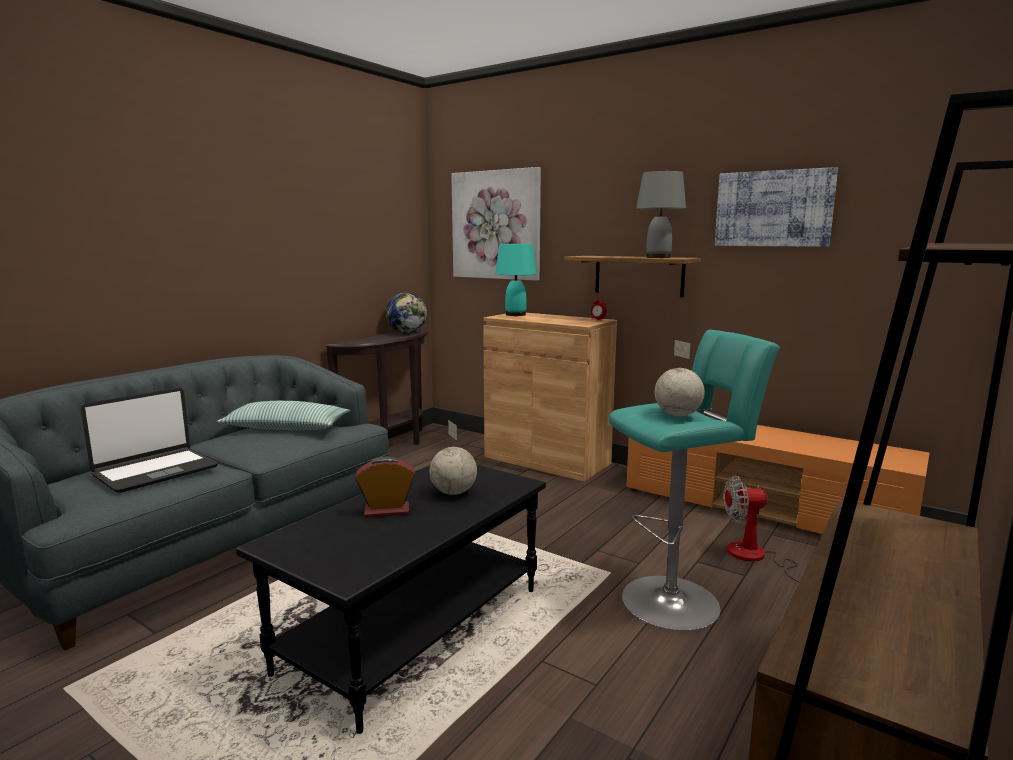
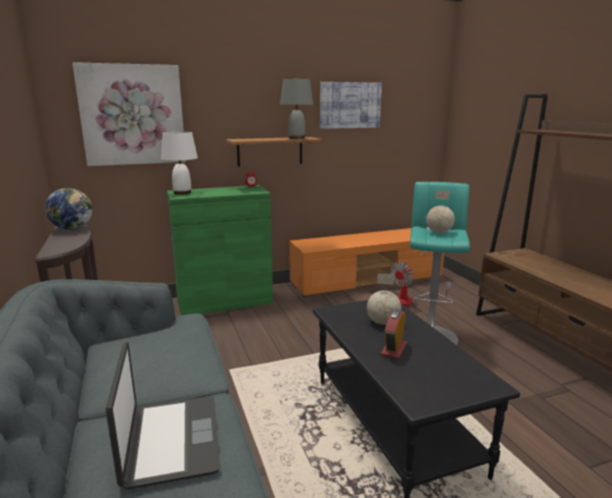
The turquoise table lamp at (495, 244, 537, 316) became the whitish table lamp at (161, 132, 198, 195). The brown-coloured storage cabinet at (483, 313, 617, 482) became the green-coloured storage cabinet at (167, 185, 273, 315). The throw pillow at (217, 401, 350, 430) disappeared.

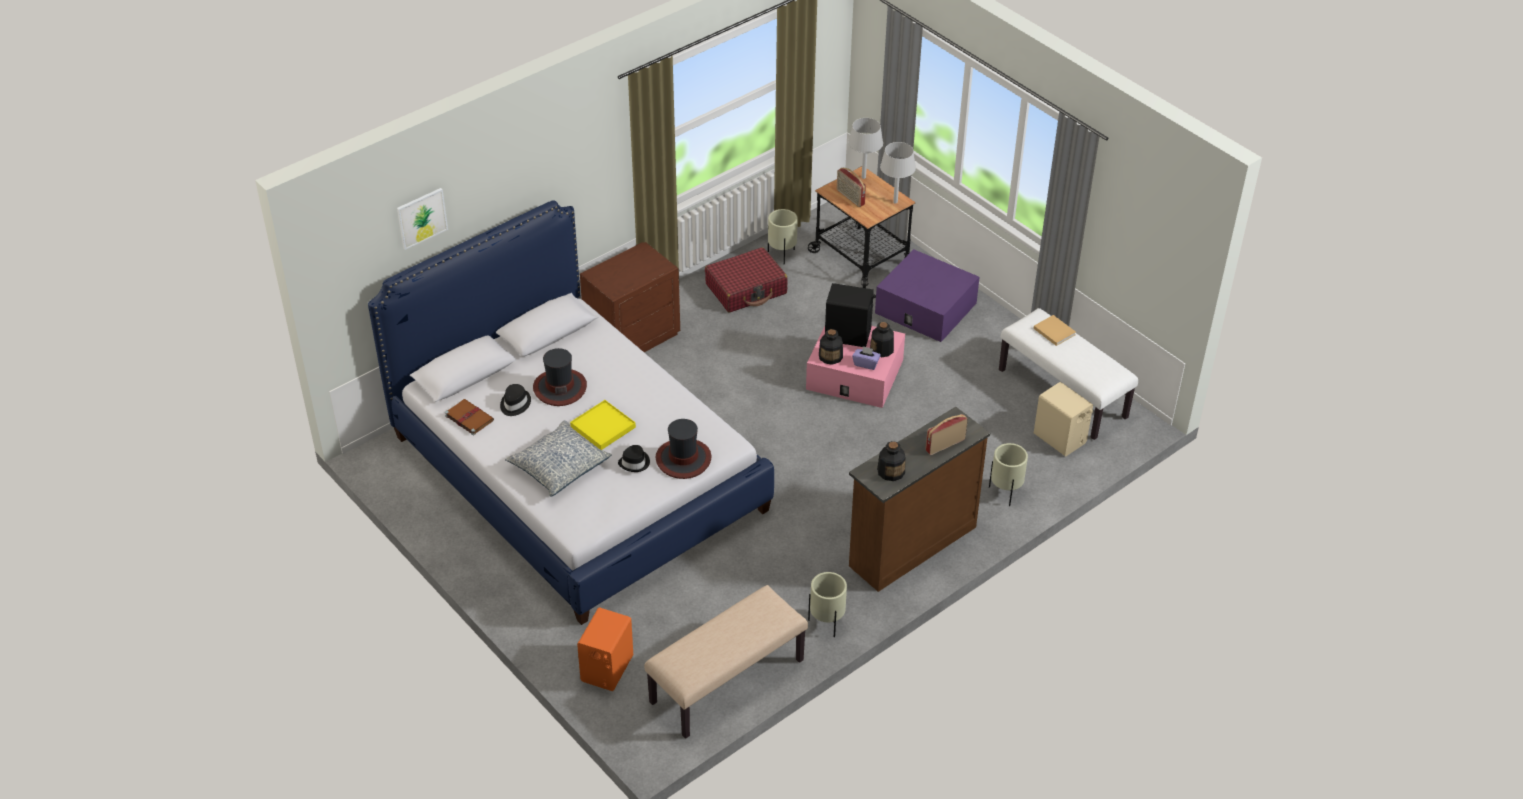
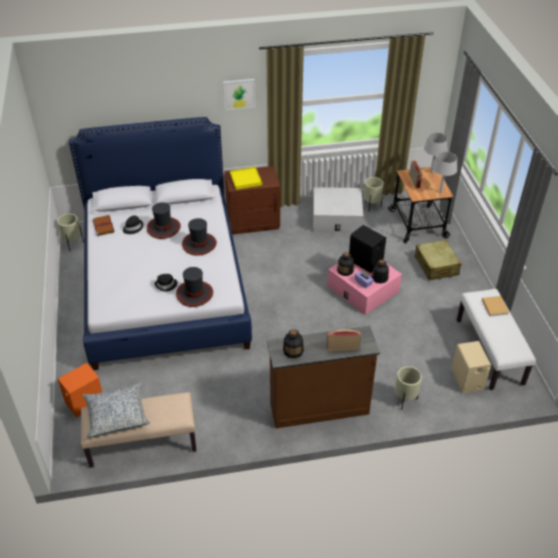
The wall art moved from (397, 188, 448, 250) to (223, 79, 255, 110). The reddish travel case at (705, 247, 787, 312) was replaced by the whitish storage container at (313, 187, 363, 233). The purplish storage container at (875, 249, 979, 342) was replaced by the beige travel case at (415, 240, 462, 280). The yellowish serving tray moved from (570, 400, 636, 450) to (230, 167, 262, 190). The throw pillow moved from (505, 420, 612, 497) to (83, 382, 150, 438). The beige flower pot moved from (808, 572, 847, 637) to (57, 214, 84, 251). The wearable hat at (182, 218, 217, 256) appeared.

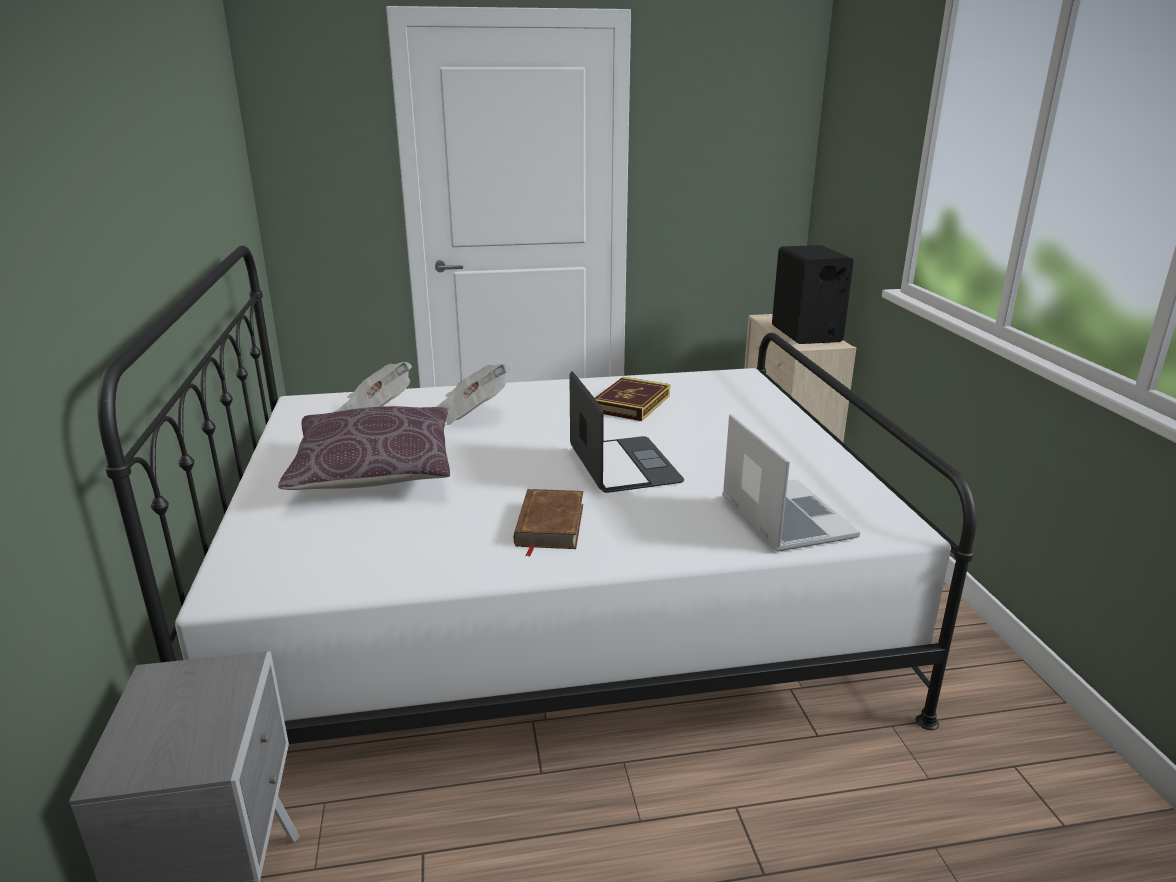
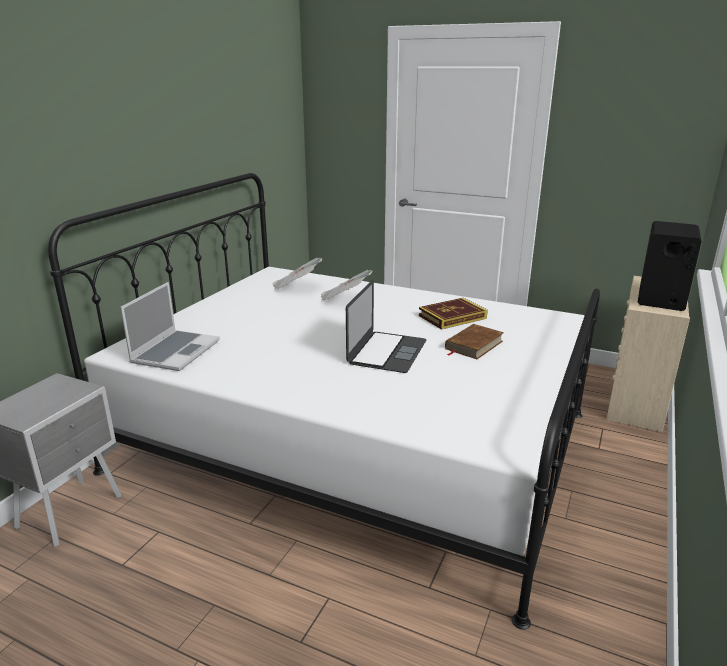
The brown-coloured throw pillow at (278, 406, 450, 490) disappeared. The portable computer moved from (722, 414, 860, 552) to (120, 282, 220, 371). The brown-coloured bound book moved from (514, 489, 583, 557) to (445, 324, 504, 359).

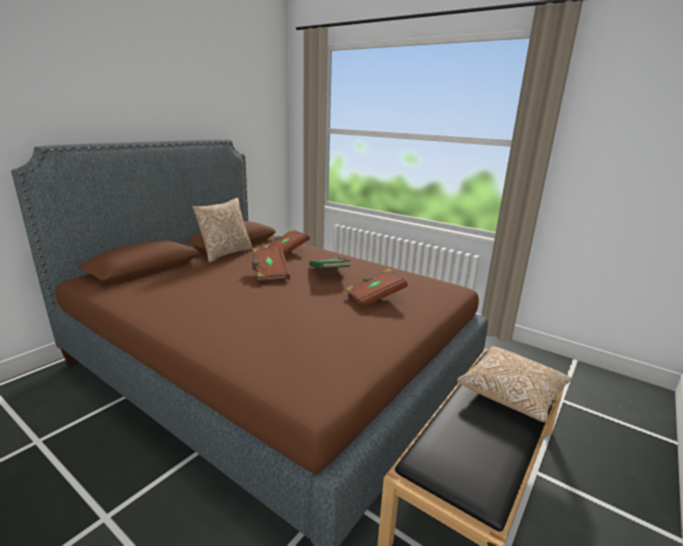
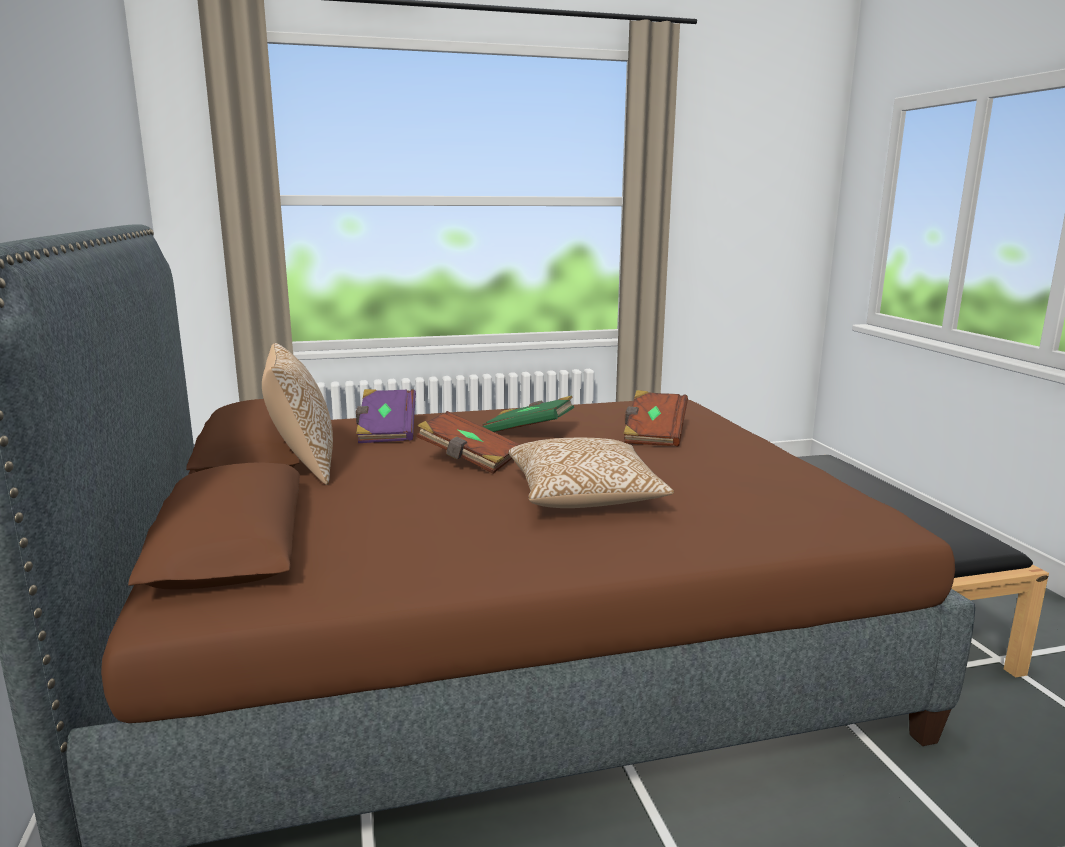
The brown-coloured bound book at (263, 229, 310, 255) became the purplish bound book at (356, 389, 416, 443). The throw pillow moved from (457, 346, 572, 422) to (509, 438, 674, 508).

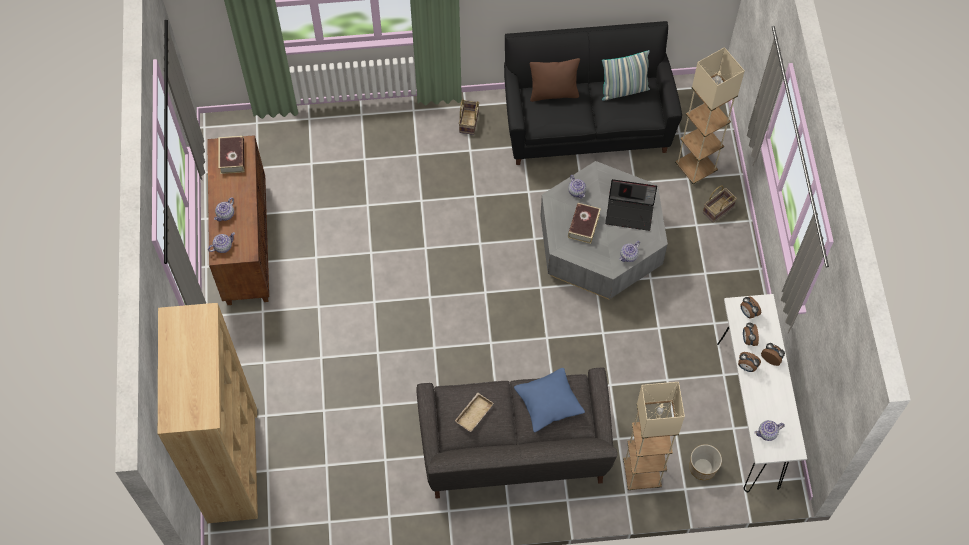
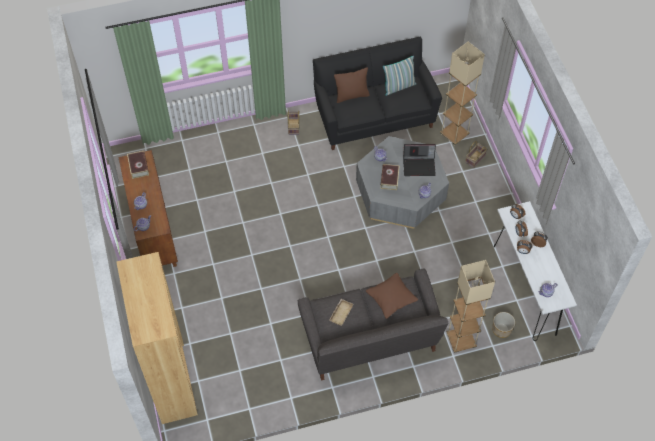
The blue throw pillow at (514, 368, 585, 432) became the brown-coloured throw pillow at (366, 273, 418, 319).

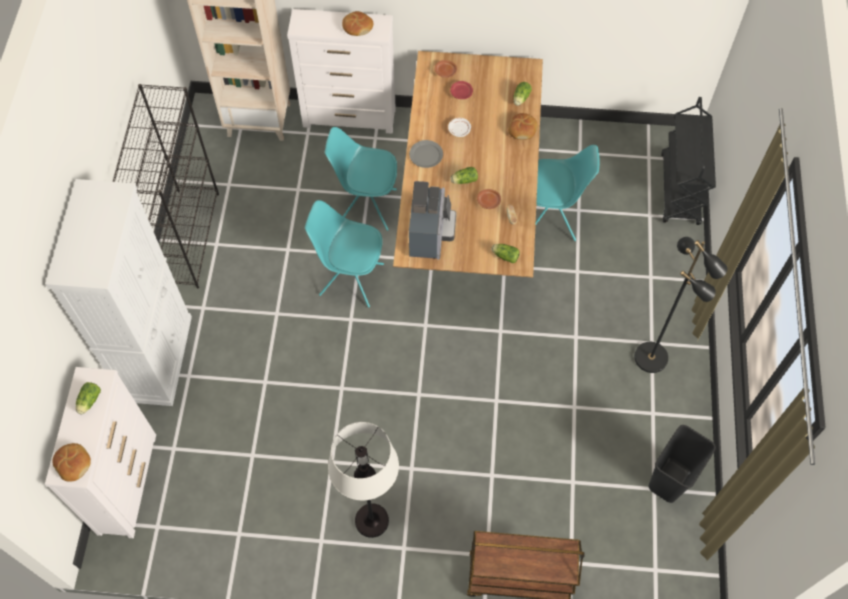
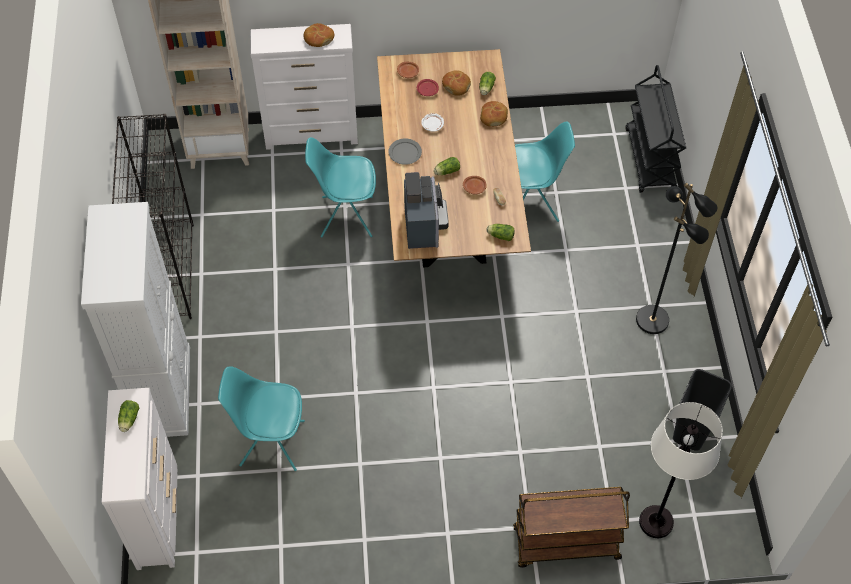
The turquoise upright chair moved from (305, 200, 384, 308) to (218, 366, 305, 471). The whitish standing lamp moved from (328, 422, 399, 538) to (639, 402, 723, 538). The bread moved from (52, 443, 91, 482) to (442, 70, 471, 96).

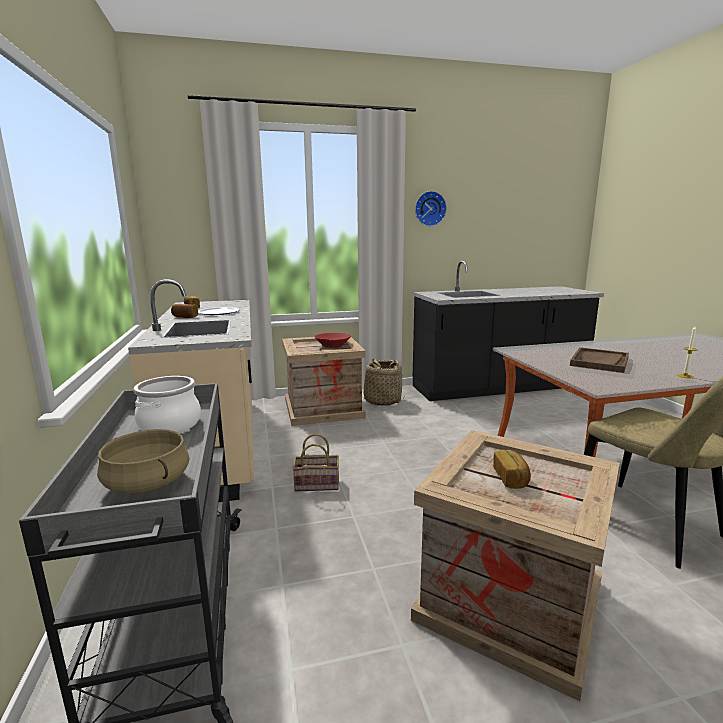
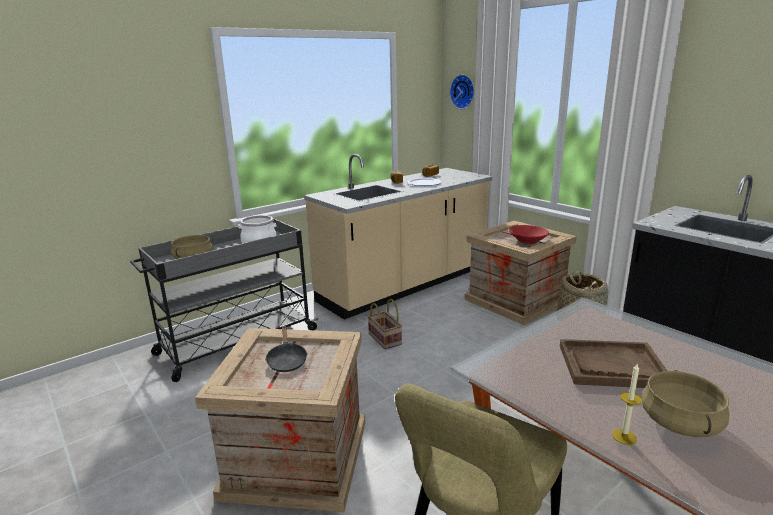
The clock on the wall moved from (415, 191, 447, 226) to (450, 74, 474, 109). The bread at (493, 450, 531, 489) was replaced by the black frying pan at (265, 326, 308, 372). The beige saucepot at (641, 370, 730, 437) appeared.

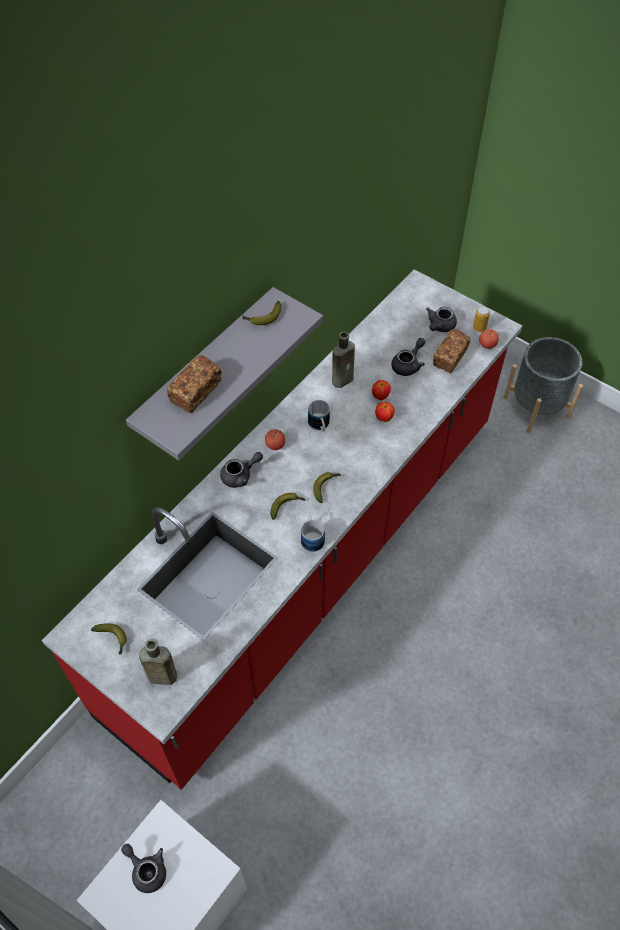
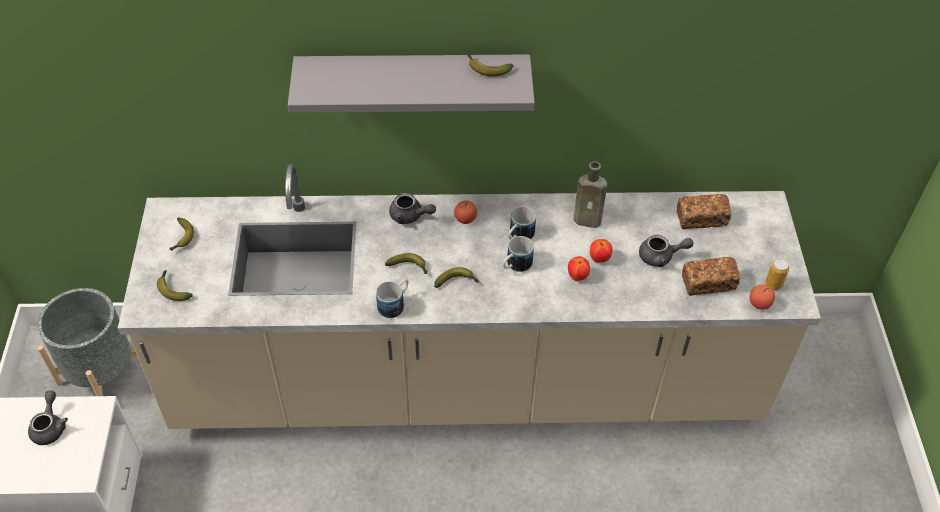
The reddish counter at (42, 269, 522, 790) became the beige counter at (118, 163, 821, 429). The greyish pot for tea at (426, 307, 457, 332) disappeared. The greyish flower pot moved from (504, 337, 583, 433) to (37, 288, 137, 396). The bread moved from (167, 355, 222, 413) to (677, 194, 731, 229). The brown-coloured beverage bottle at (139, 639, 177, 685) was replaced by the whole banana at (157, 270, 193, 301). The coffee mug at (503, 236, 534, 272) appeared.

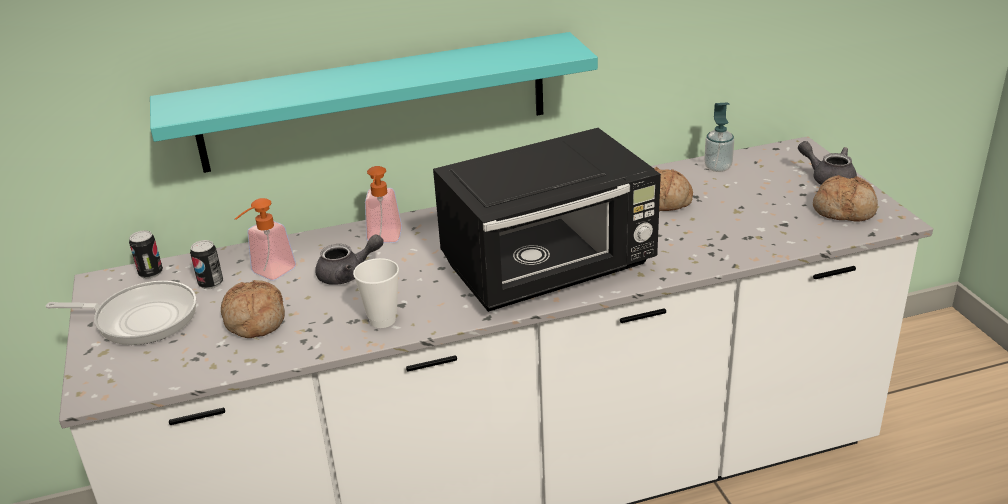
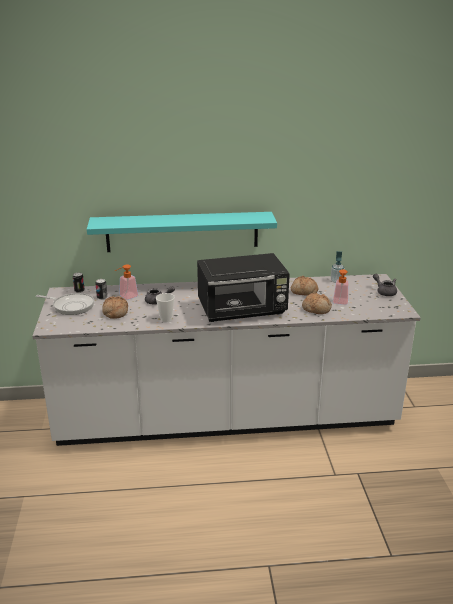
The soap bottle moved from (365, 166, 402, 243) to (333, 269, 349, 305). The bread moved from (813, 175, 878, 222) to (302, 293, 332, 314).

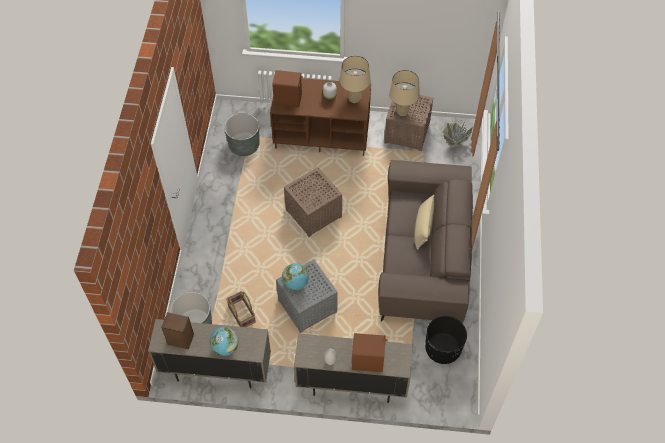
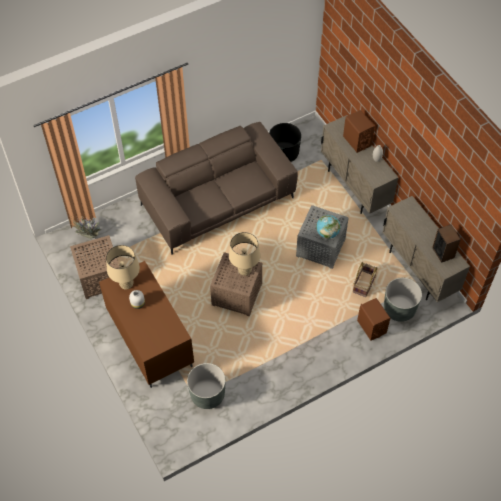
The brown-coloured loudspeaker moved from (272, 70, 303, 107) to (357, 298, 390, 341). The beige table lamp moved from (389, 70, 420, 116) to (229, 232, 260, 276). The beige throw pillow at (415, 195, 435, 250) disappeared. The globe at (210, 327, 239, 356) disappeared.

